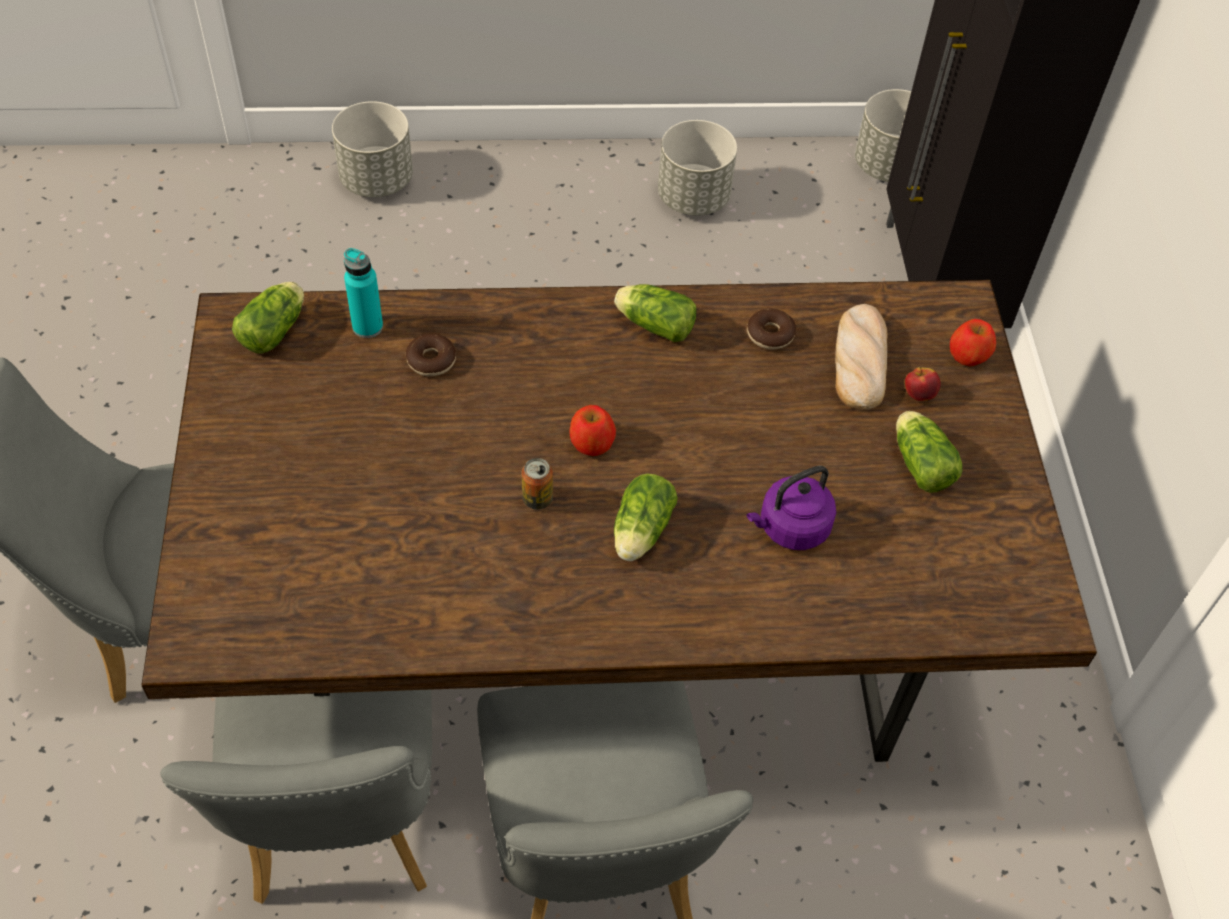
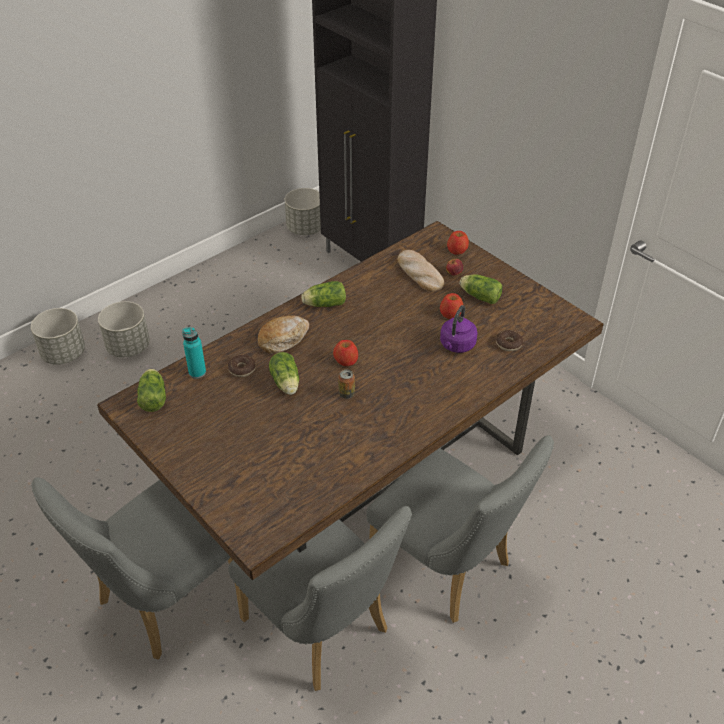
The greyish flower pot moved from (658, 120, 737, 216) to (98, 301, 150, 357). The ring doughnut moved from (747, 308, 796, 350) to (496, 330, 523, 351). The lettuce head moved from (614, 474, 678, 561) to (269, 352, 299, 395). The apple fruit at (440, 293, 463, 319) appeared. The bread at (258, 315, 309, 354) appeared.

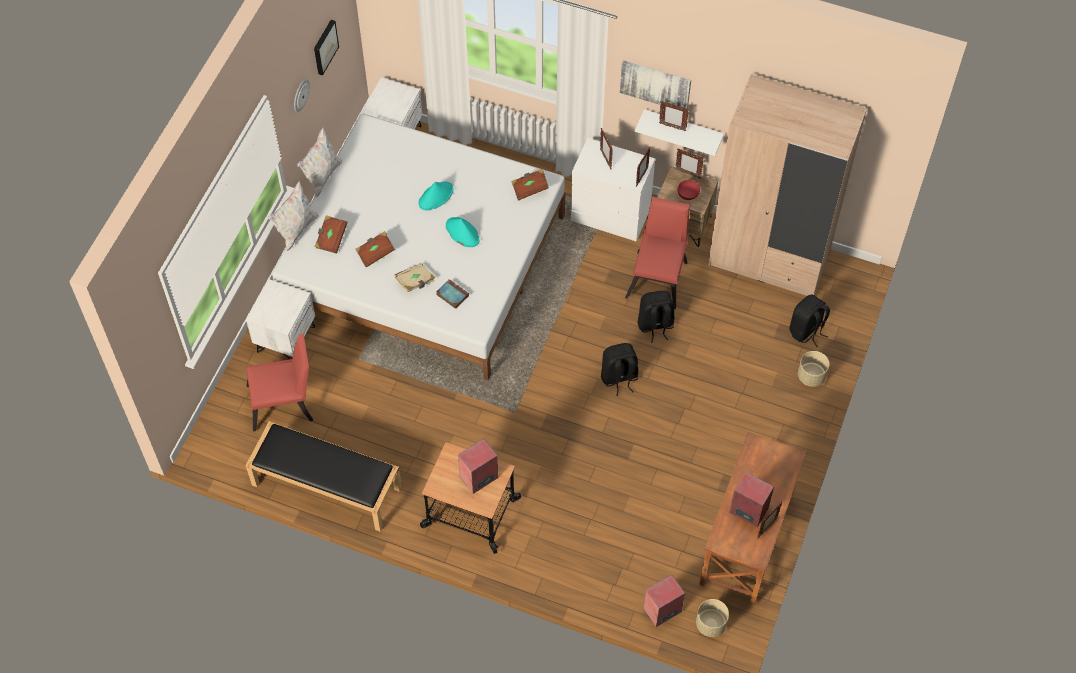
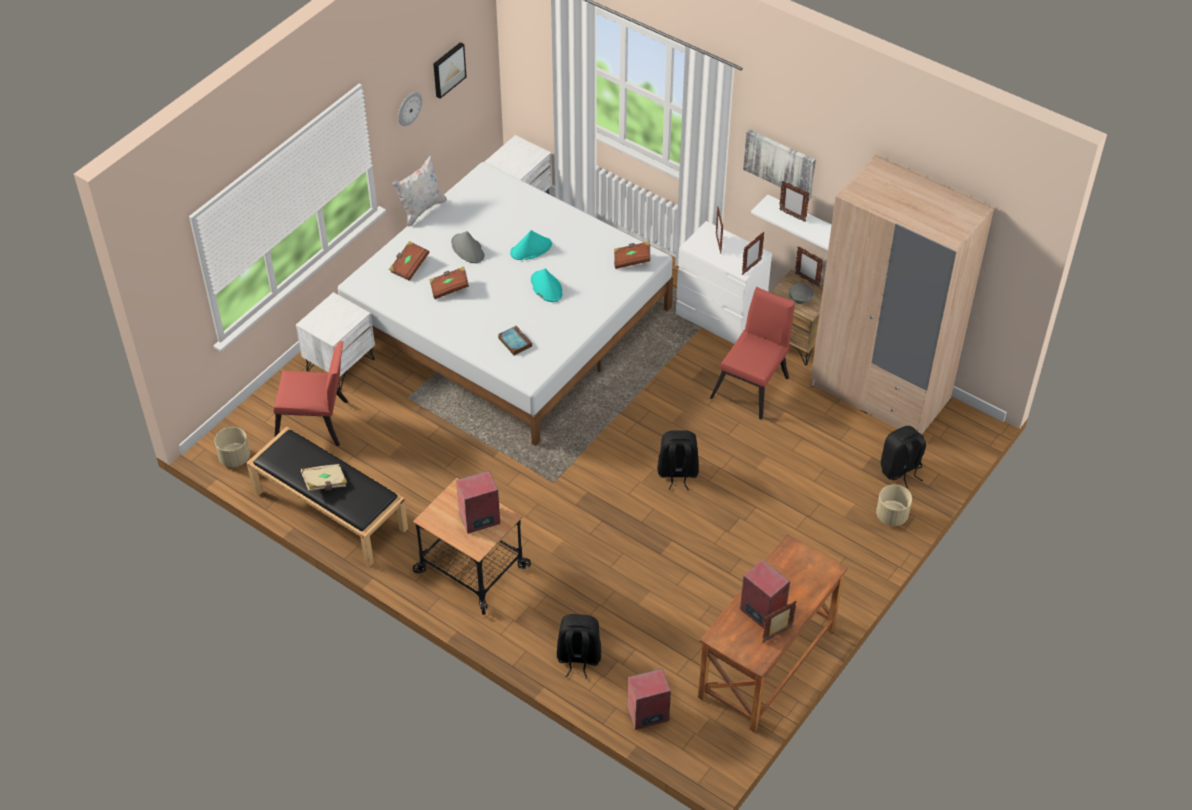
The reddish deep dish at (678, 180, 700, 200) became the greyish deep dish at (789, 283, 814, 304). The whitish throw pillow at (268, 181, 319, 251) disappeared. The beige bound book moved from (394, 263, 435, 292) to (301, 464, 348, 491). The black knapsack moved from (637, 291, 674, 343) to (557, 614, 601, 679). The beige flower pot moved from (696, 599, 729, 637) to (215, 427, 250, 467). The greyish wearable hat at (451, 231, 484, 263) appeared.

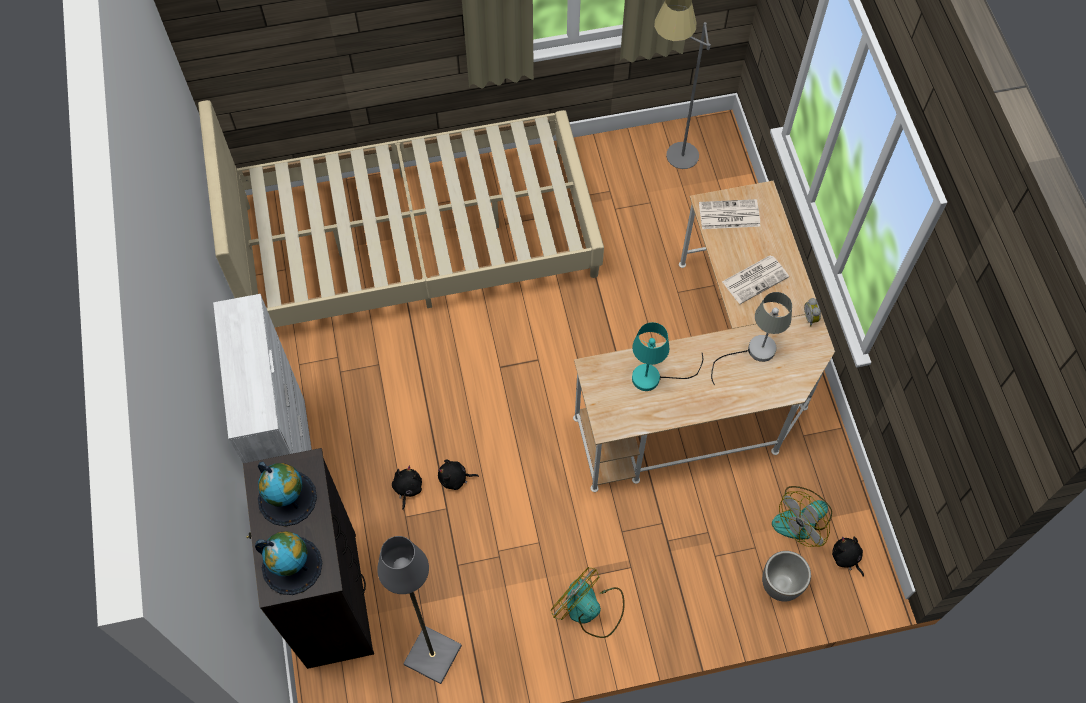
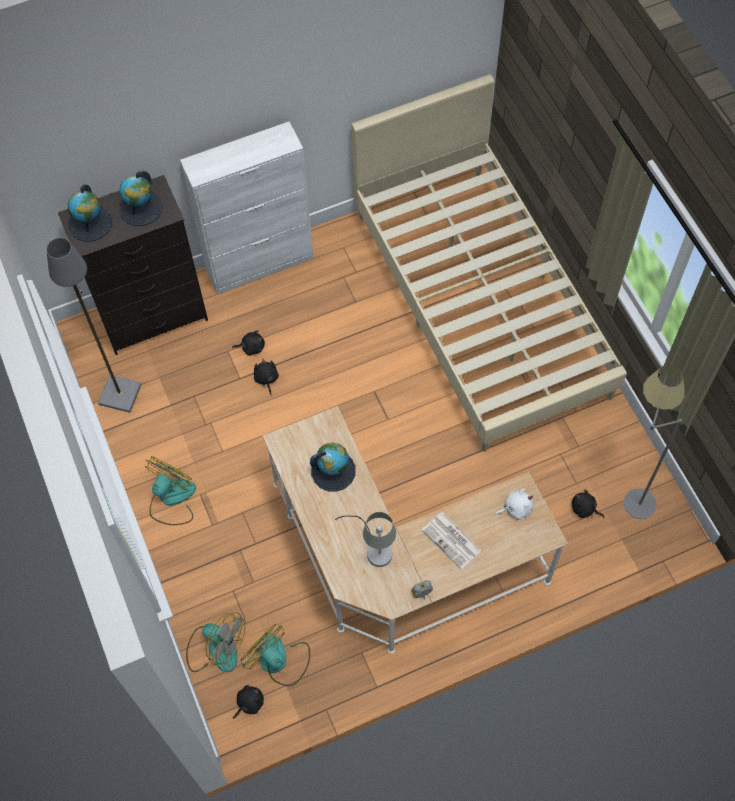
The newspaper at (699, 199, 760, 229) was replaced by the whitish cuddly toy at (495, 489, 533, 520). The turquoise table lamp at (632, 322, 703, 391) was replaced by the globe at (310, 442, 356, 491). The flower pot at (762, 551, 811, 602) was replaced by the fan at (186, 612, 245, 672). The black cuddly toy at (572, 490, 604, 518) appeared.

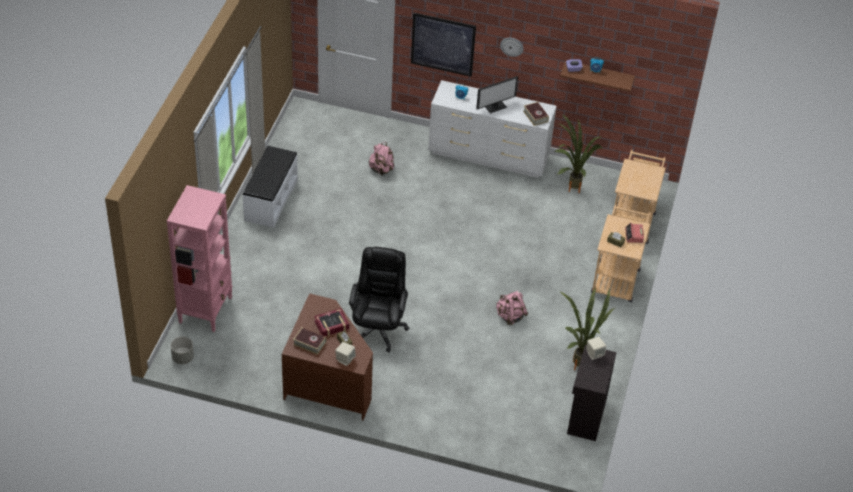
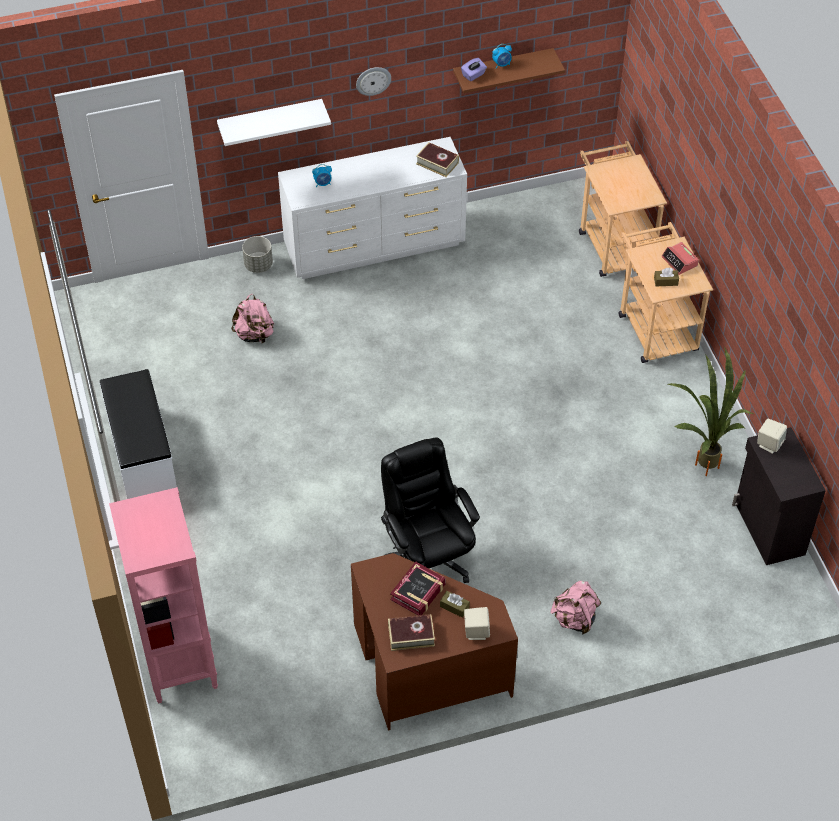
The wall art at (411, 13, 476, 77) was replaced by the whitish bracket shelf at (217, 99, 331, 146). The computer display at (476, 76, 518, 114) disappeared. The plant in a pot at (555, 114, 603, 193) disappeared. The pink-coloured knapsack moved from (496, 291, 528, 325) to (551, 581, 601, 634). The greyish flower pot moved from (171, 336, 194, 364) to (242, 236, 273, 273).

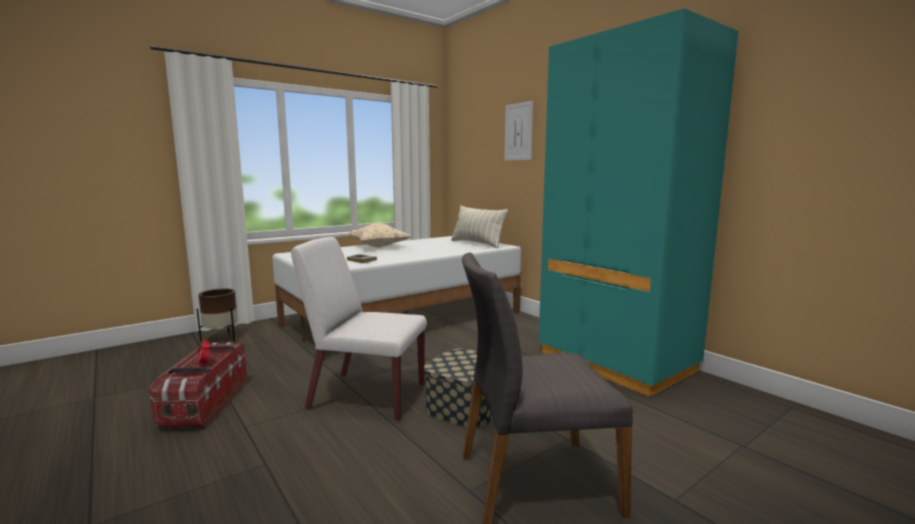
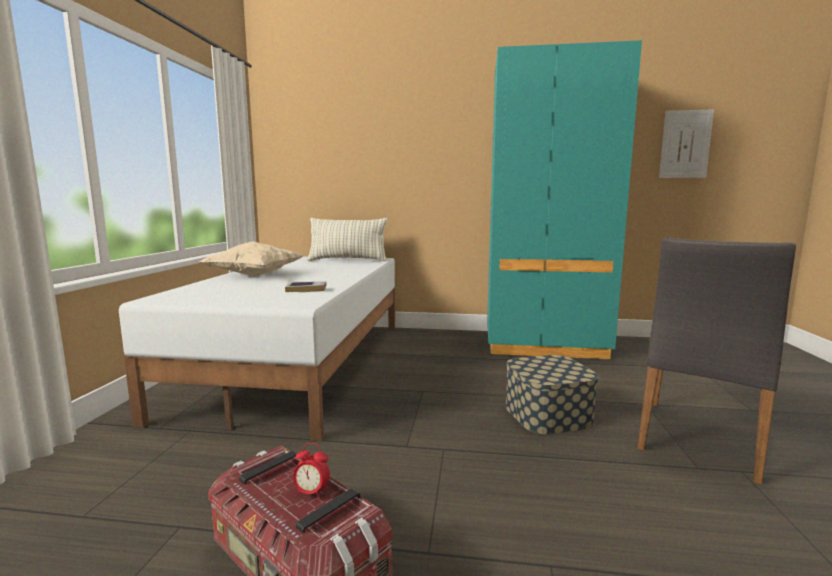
The wall art moved from (504, 101, 533, 161) to (659, 110, 714, 178). The whitish upright chair at (291, 237, 427, 421) disappeared. The brown-coloured flower pot at (197, 288, 238, 343) disappeared.

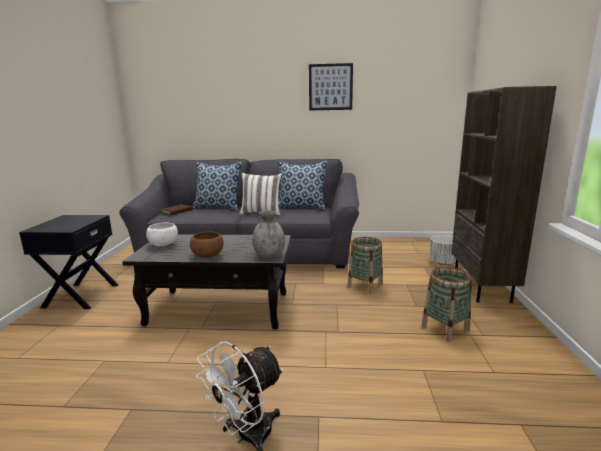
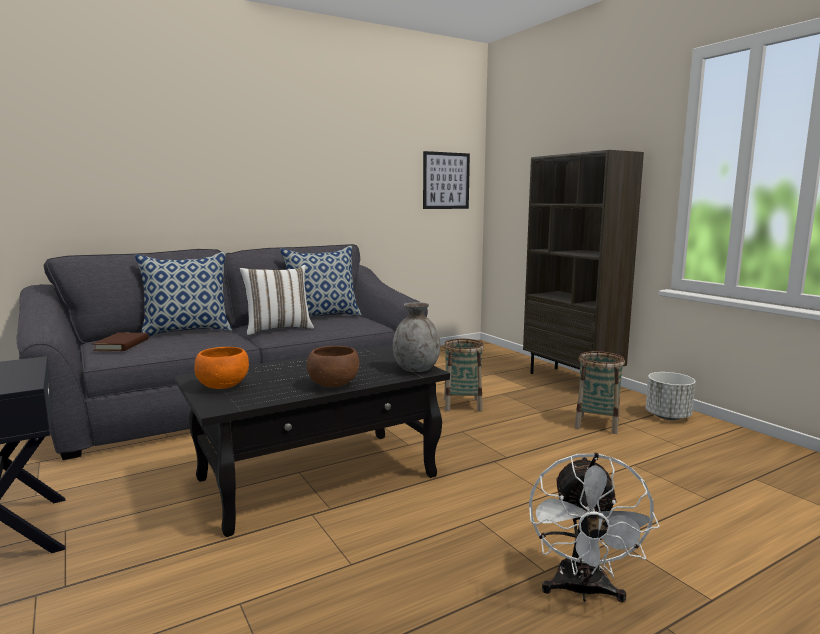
The wall art moved from (309, 63, 353, 110) to (423, 151, 470, 209). The whitish deep dish at (146, 223, 178, 247) became the orange deep dish at (194, 347, 249, 389). The whitish flower pot moved from (429, 235, 456, 265) to (646, 372, 696, 420).

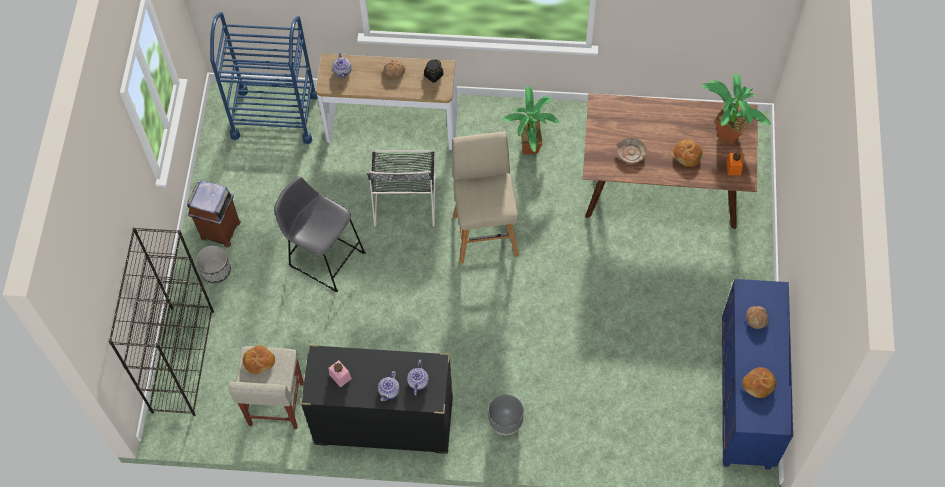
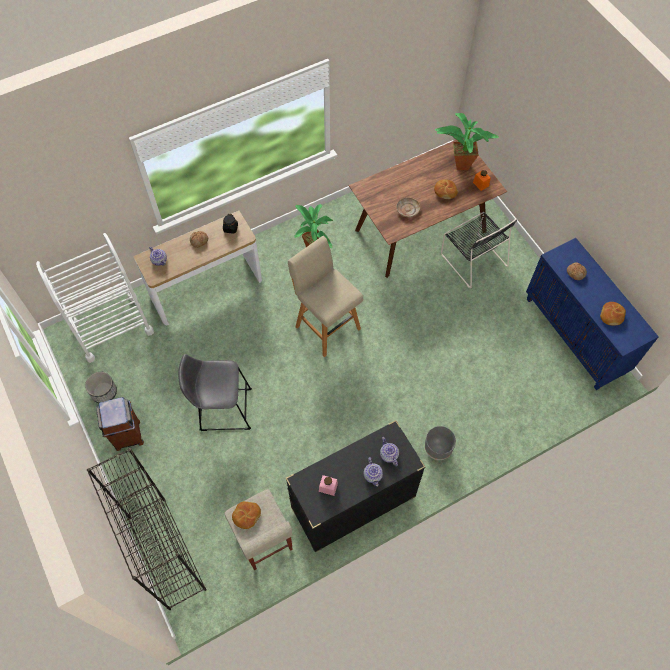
The blue wheeled cart at (210, 12, 318, 144) became the whitish wheeled cart at (36, 233, 154, 363). The black upright chair moved from (367, 150, 436, 227) to (441, 212, 517, 288). The flower pot moved from (196, 245, 231, 283) to (85, 372, 117, 403).

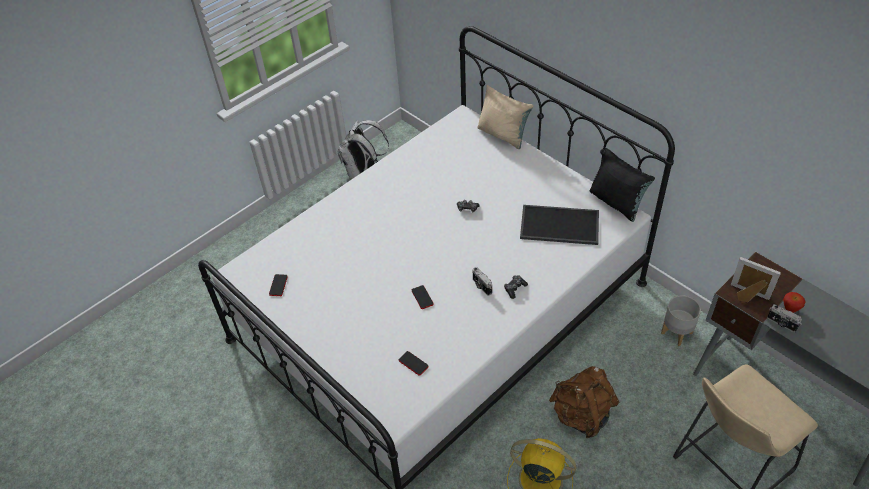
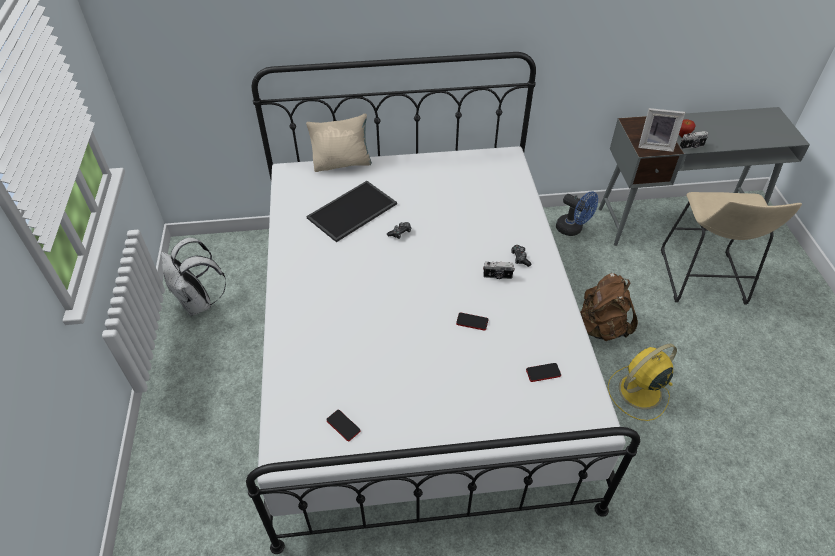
The black throw pillow at (590, 148, 655, 222) disappeared. The serving tray moved from (520, 205, 599, 245) to (306, 181, 397, 242). The photo frame at (731, 257, 781, 302) turned 150 degrees counterclockwise. The greyish flower pot at (661, 295, 701, 346) was replaced by the blue fan at (556, 191, 598, 236).

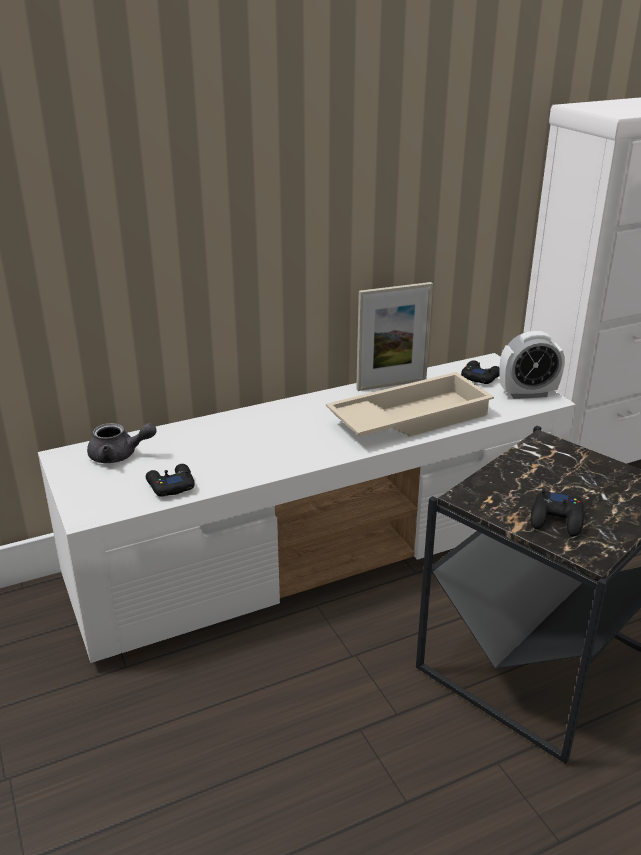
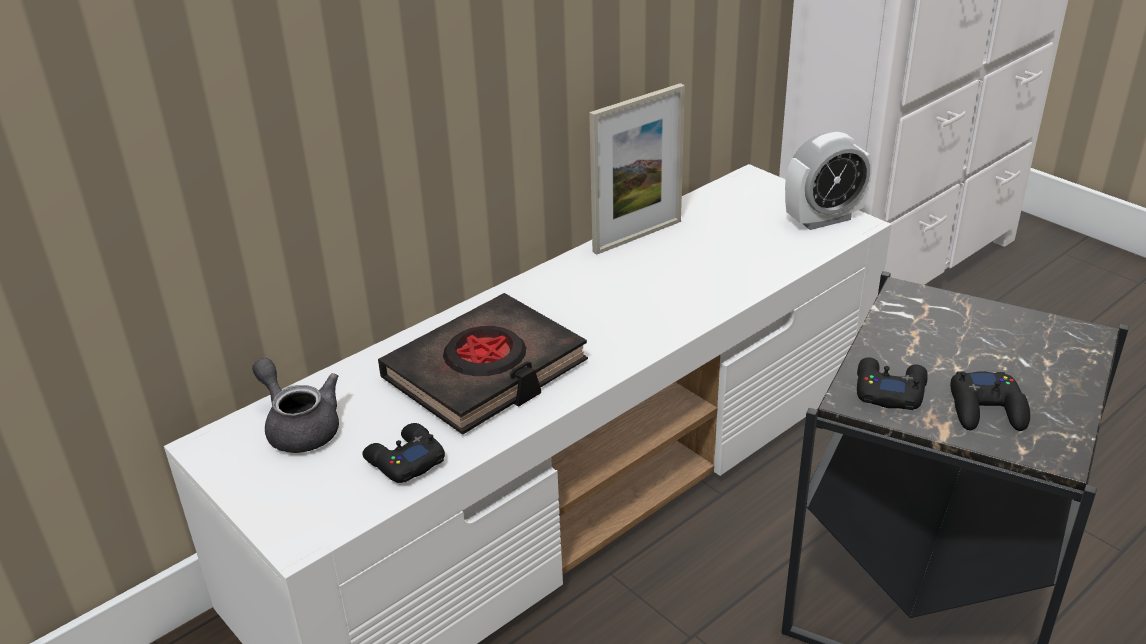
The black gamepad moved from (461, 360, 500, 384) to (857, 358, 928, 410). The beige serving tray at (326, 372, 494, 437) disappeared. The greyish pot for tea at (87, 423, 156, 463) turned 120 degrees counterclockwise. The black bound book at (378, 293, 588, 435) appeared.

